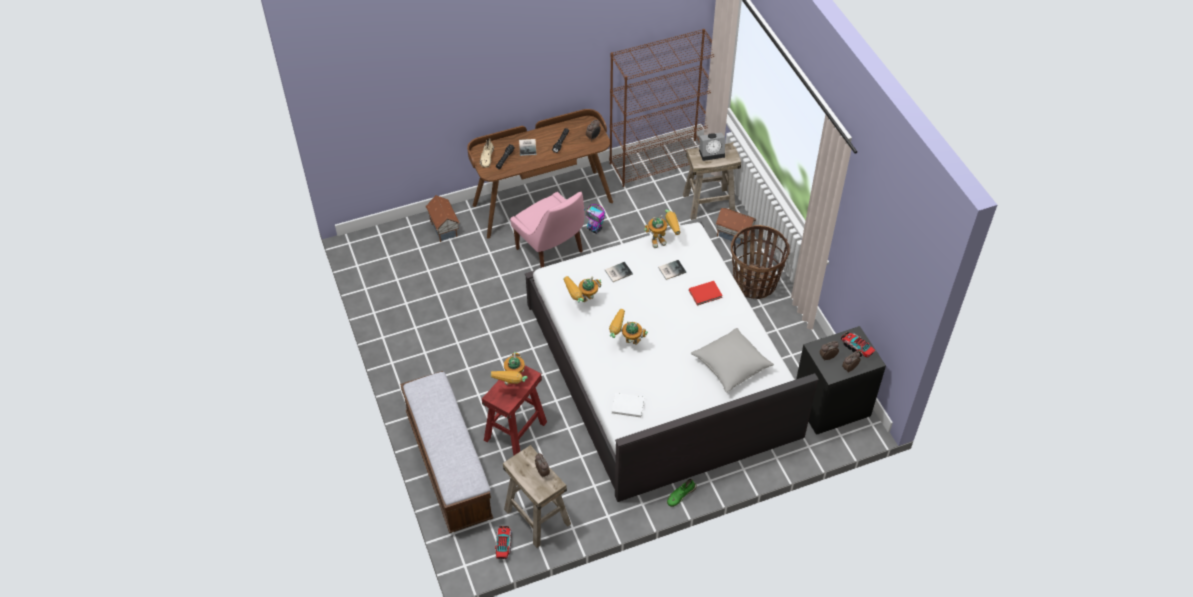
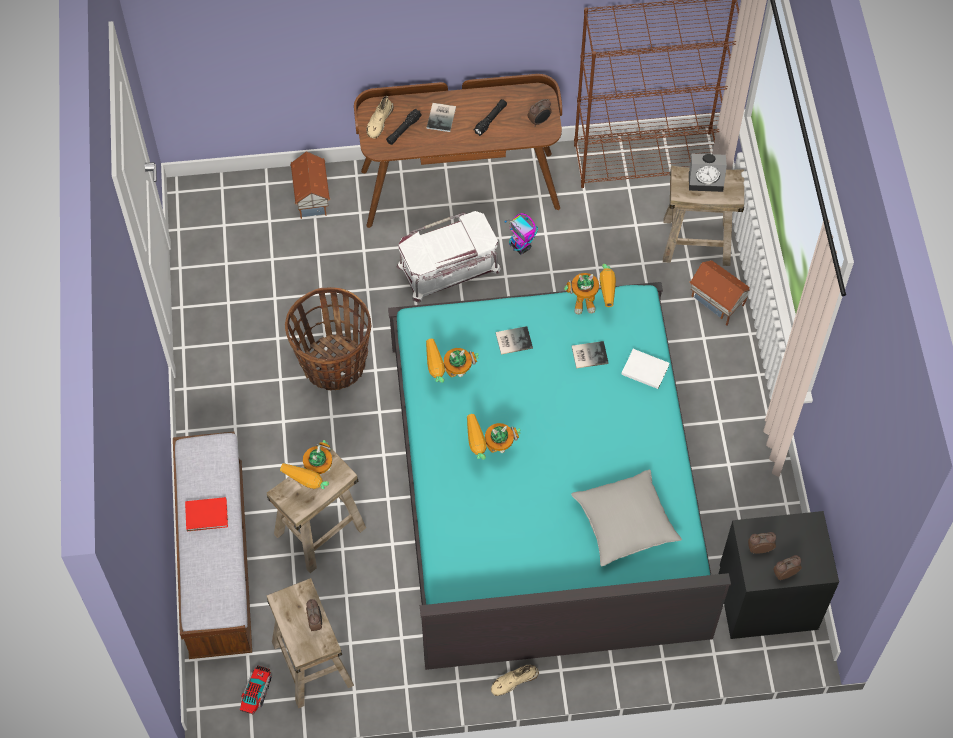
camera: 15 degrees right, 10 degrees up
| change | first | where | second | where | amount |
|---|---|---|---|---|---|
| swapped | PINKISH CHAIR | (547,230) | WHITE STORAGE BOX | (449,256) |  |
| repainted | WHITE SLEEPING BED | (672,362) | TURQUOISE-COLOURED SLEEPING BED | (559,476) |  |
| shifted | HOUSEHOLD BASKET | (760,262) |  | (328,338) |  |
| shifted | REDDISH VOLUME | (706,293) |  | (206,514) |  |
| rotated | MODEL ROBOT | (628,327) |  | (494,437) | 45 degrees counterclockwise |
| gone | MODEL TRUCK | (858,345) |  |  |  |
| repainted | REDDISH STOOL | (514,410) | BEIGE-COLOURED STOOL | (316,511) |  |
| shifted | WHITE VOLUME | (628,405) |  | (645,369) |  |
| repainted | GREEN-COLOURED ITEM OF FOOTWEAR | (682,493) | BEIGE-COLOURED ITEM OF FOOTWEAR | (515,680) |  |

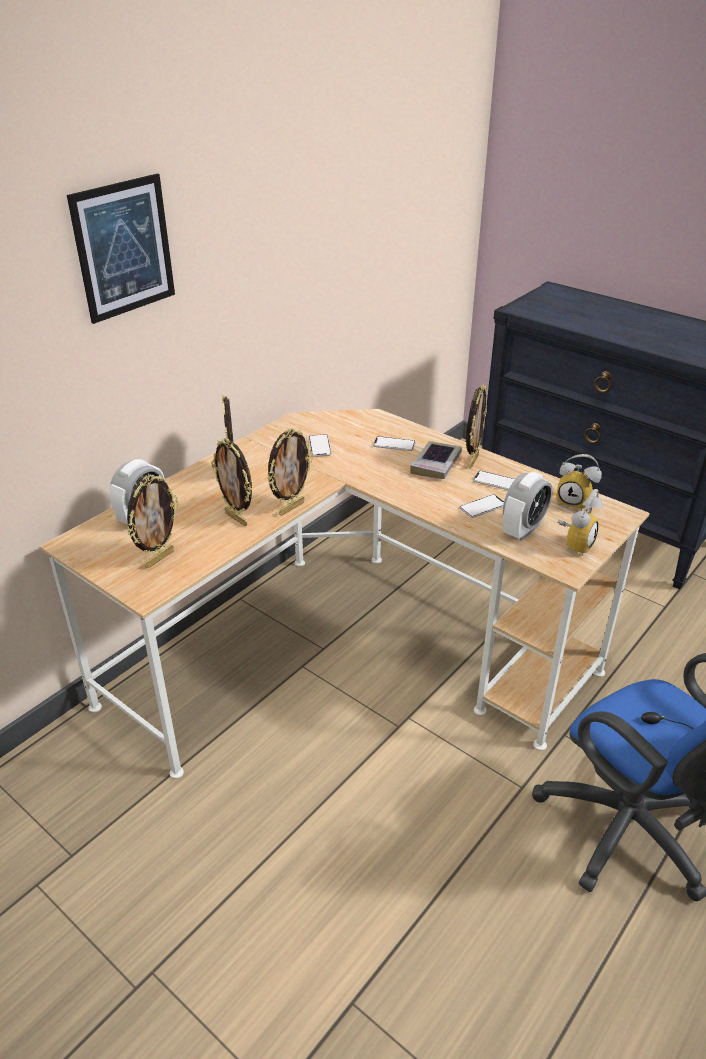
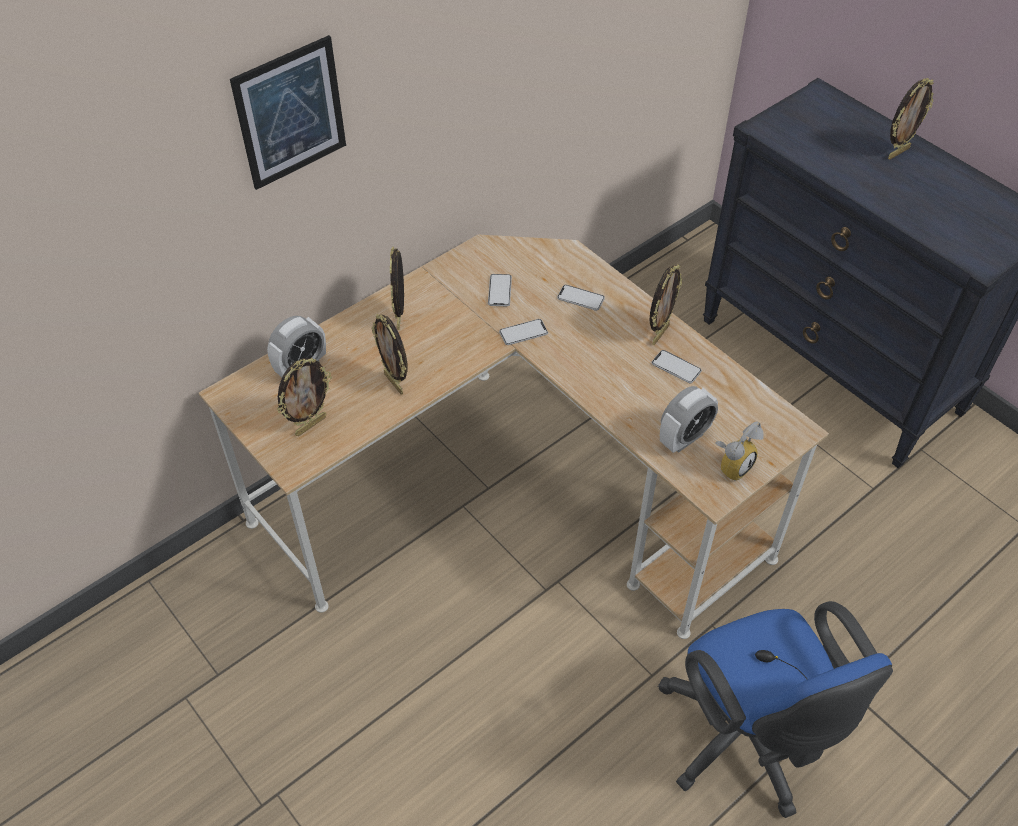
camera: 10 degrees right, 15 degrees up
| change | first | where | second | where | amount |
|---|---|---|---|---|---|
| shifted | STANDING FRAME | (290,472) |  | (911,119) |  |
| gone | VOLUME | (436,460) |  |  |  |
| gone | ALARM CLOCK | (579,482) |  |  |  |
| shifted | PHONE | (481,506) |  | (523,332) |  |

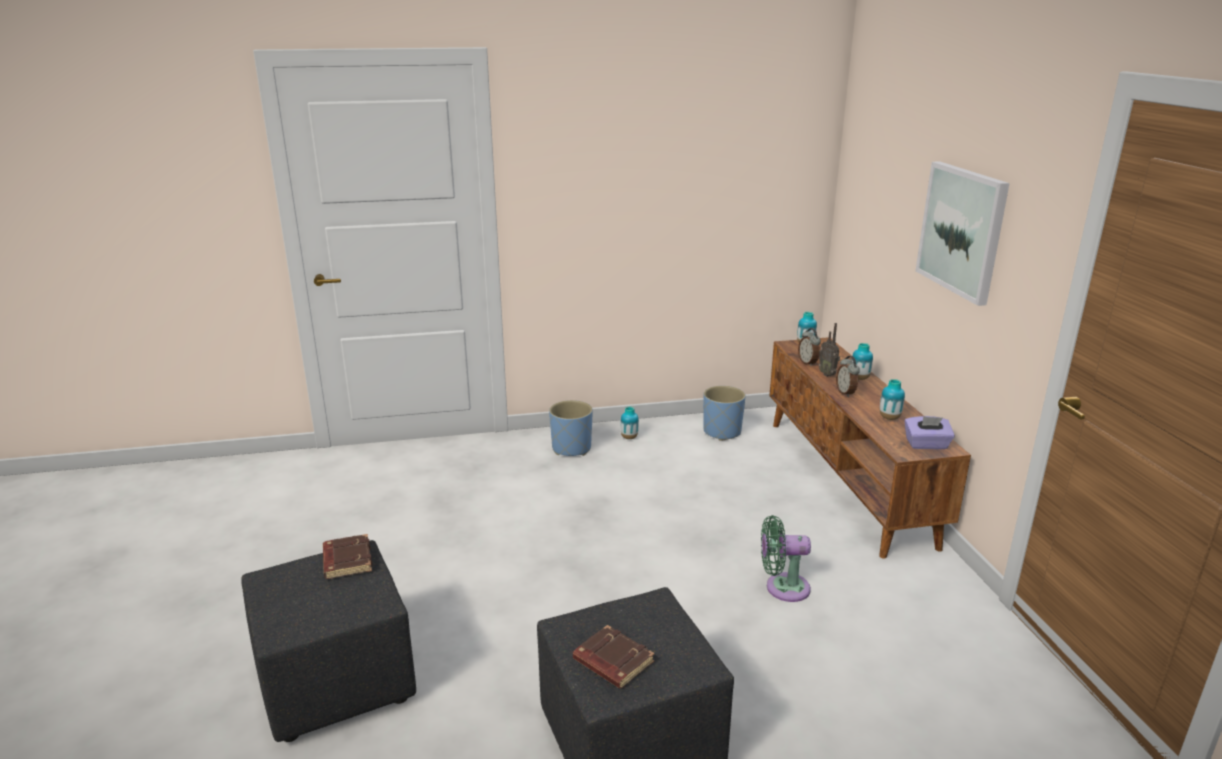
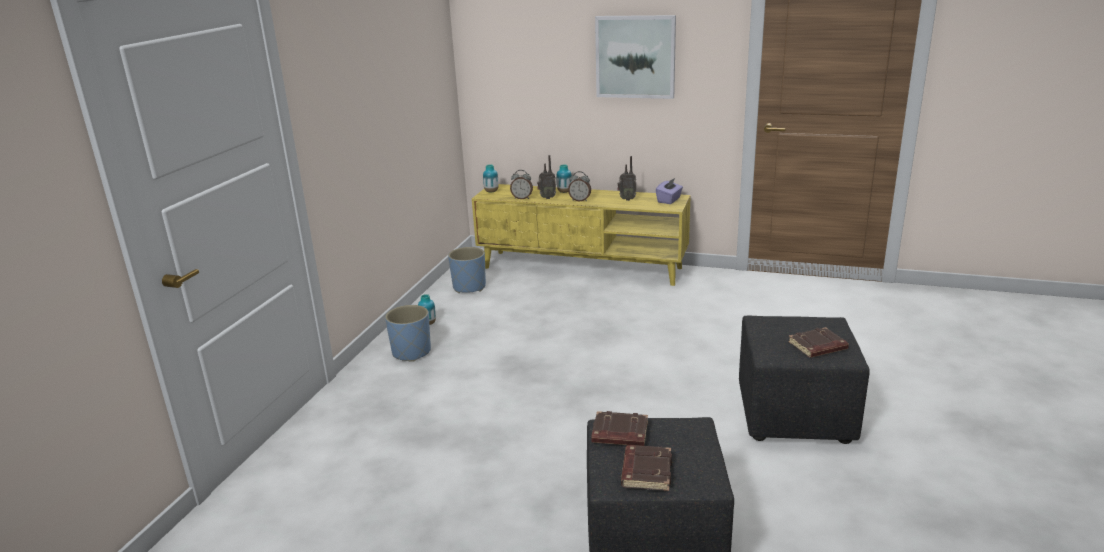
camera: 60 degrees left, 0 degrees up
| change | first | where | second | where | amount |
|---|---|---|---|---|---|
| repainted | BROWN TV UNIT | (870,448) | YELLOW TV UNIT | (581,235) |  |
| swapped | DECORATIVE VASE | (892,399) | RADIO | (626,178) |  |
| gone | GREEN-COLOURED FAN | (786,558) |  |  |  |
| new |  |  | BROWN VOLUME | (646,468) |  |

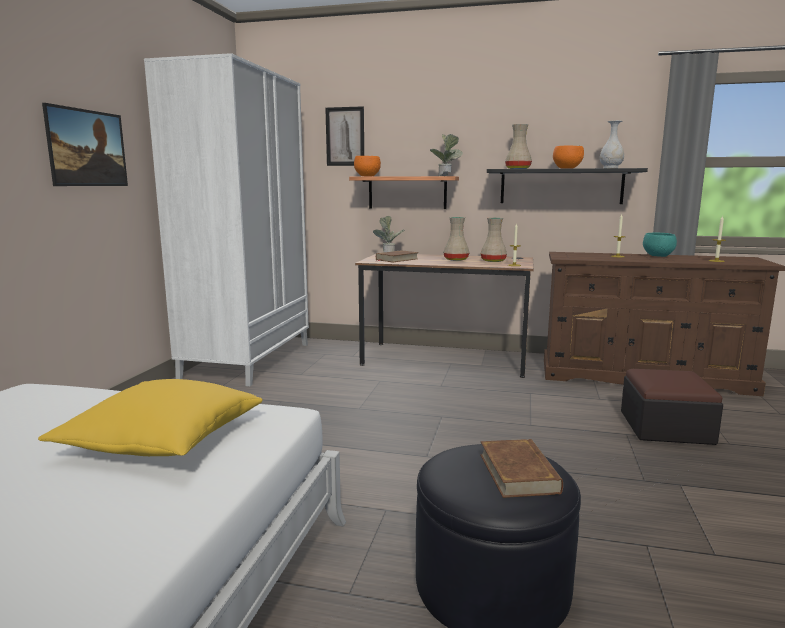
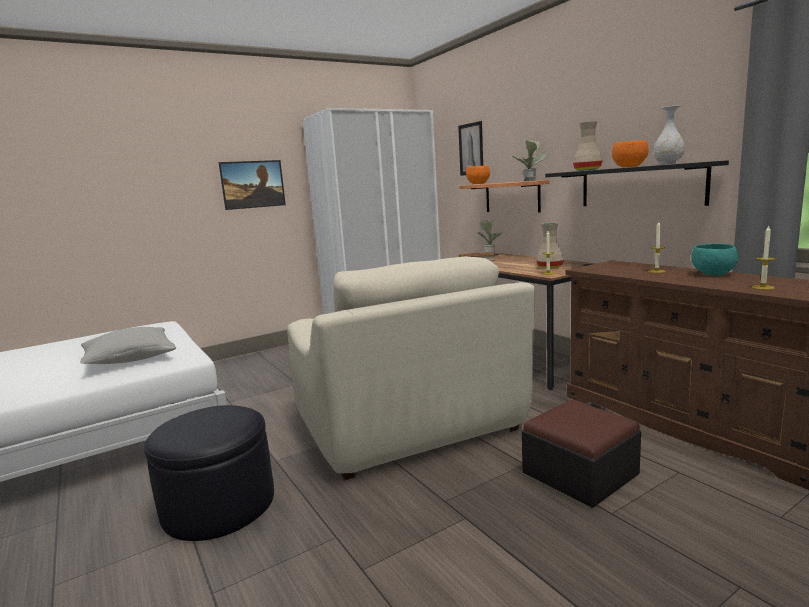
camera: 45 degrees right, 0 degrees up
| change | first | where | second | where | amount |
|---|---|---|---|---|---|
| gone | BEIGE-COLOURED DECORATIVE VASE | (456,239) |  |  |  |
| repainted | YELLOW CUSHION | (150,417) | GREYISH CUSHION | (128,345) |  |
| gone | BROWN VOLUME | (521,468) |  |  |  |
| new |  |  | BEIGE-COLOURED EASY CHAIR | (411,368) |  |

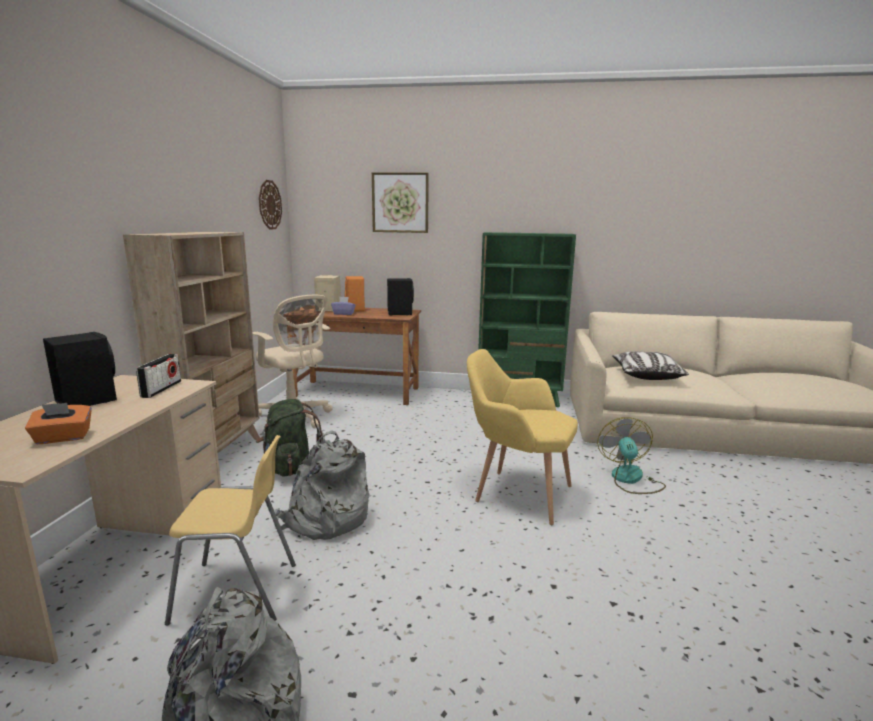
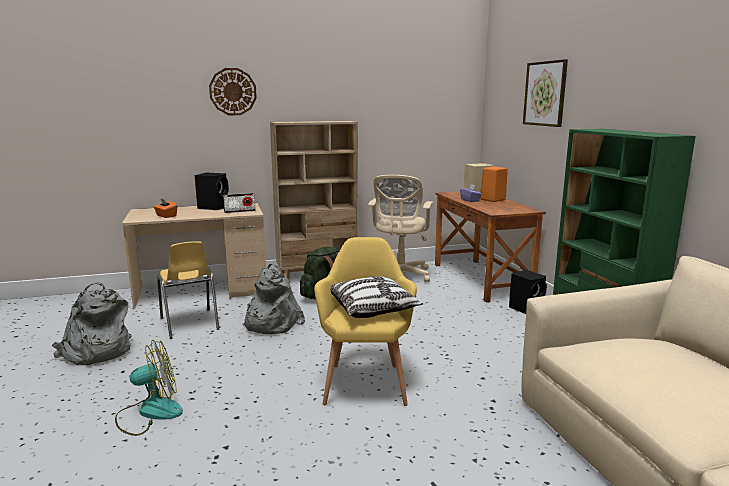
camera: 65 degrees right, 0 degrees up
| change | first | where | second | where | amount |
|---|---|---|---|---|---|
| shifted | WALL CLOCK | (270,204) |  | (233,91) |  |
| shifted | BLACK-COLOURED LOUDSPEAKER | (400,296) |  | (528,292) |  |
| shifted | CUSHION | (650,365) |  | (376,297) |  |
| shifted | FAN | (631,455) |  | (149,388) |  |

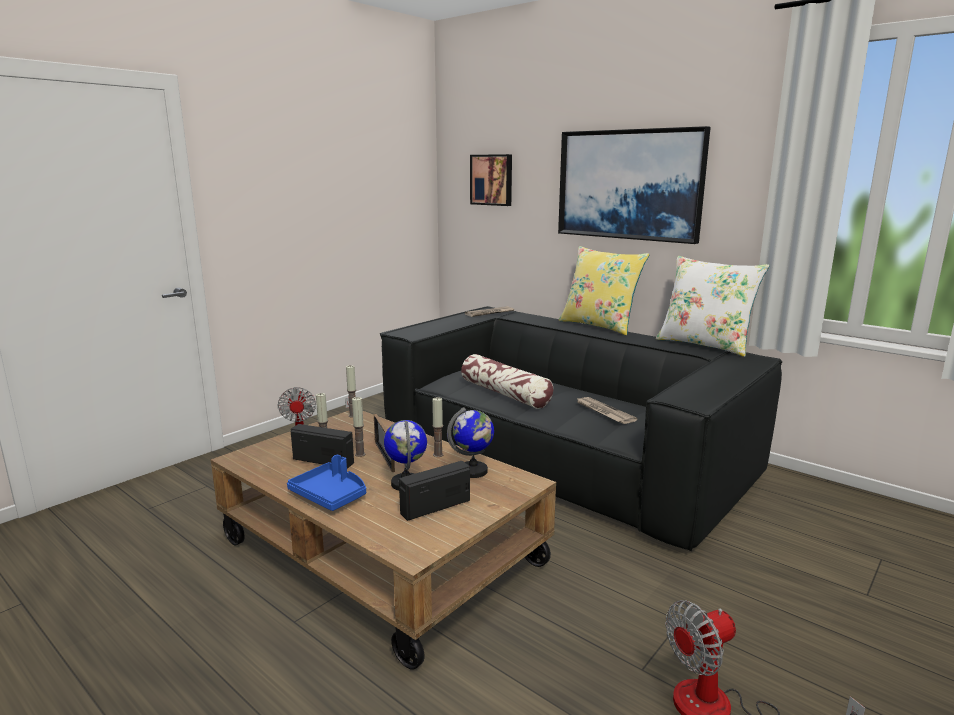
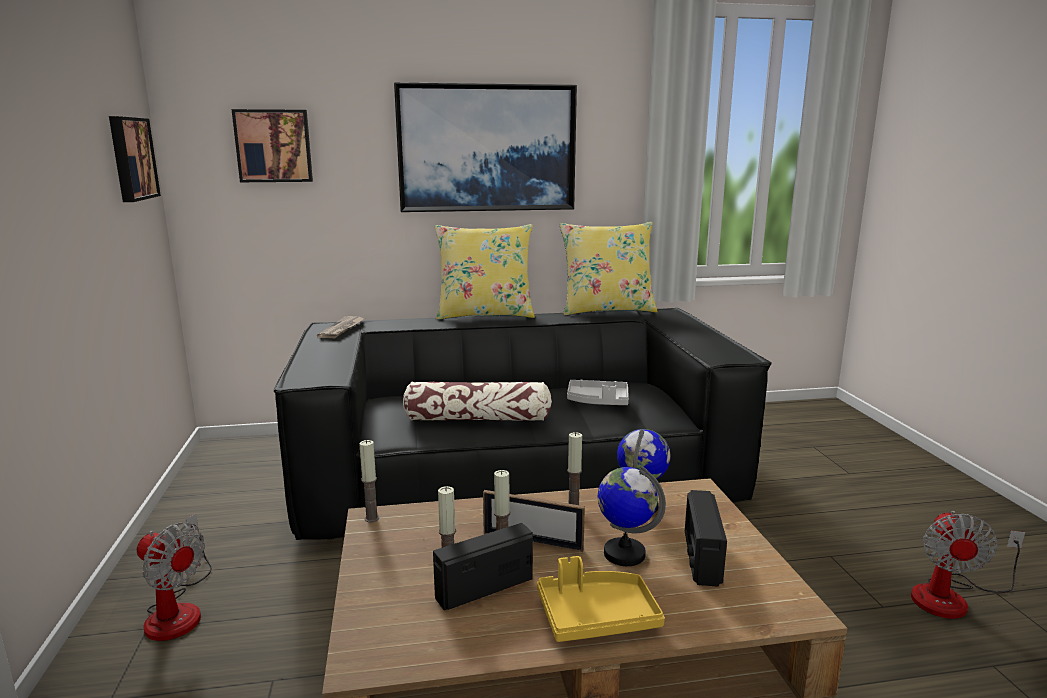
camera: 50 degrees left, 0 degrees up
| change | first | where | second | where | amount |
|---|---|---|---|---|---|
| repainted | WHITE CUSHION | (713,306) | YELLOW CUSHION | (609,268) |  |
| swapped | PRINTED PAPER | (607,410) | GREYISH SERVING TRAY | (598,392) |  |
| repainted | BLUE-COLOURED SERVING TRAY | (326,483) | YELLOW SERVING TRAY | (601,599) |  |
| new |  |  | WALL ART | (135,159) |  |

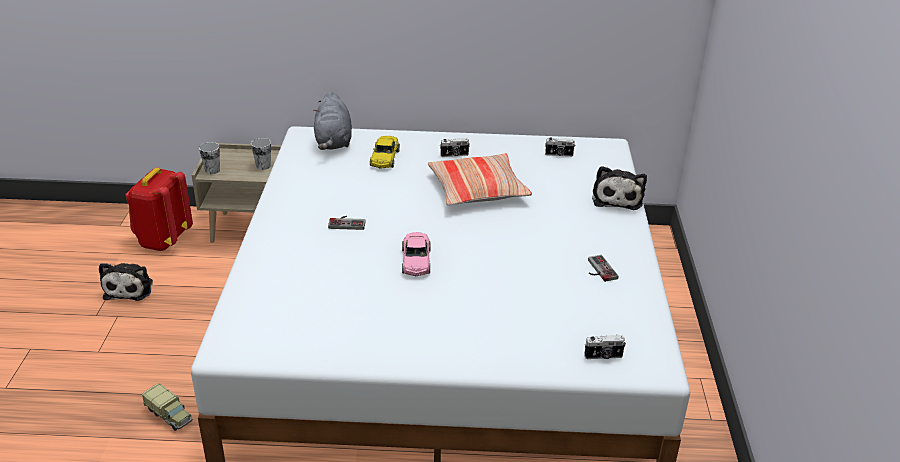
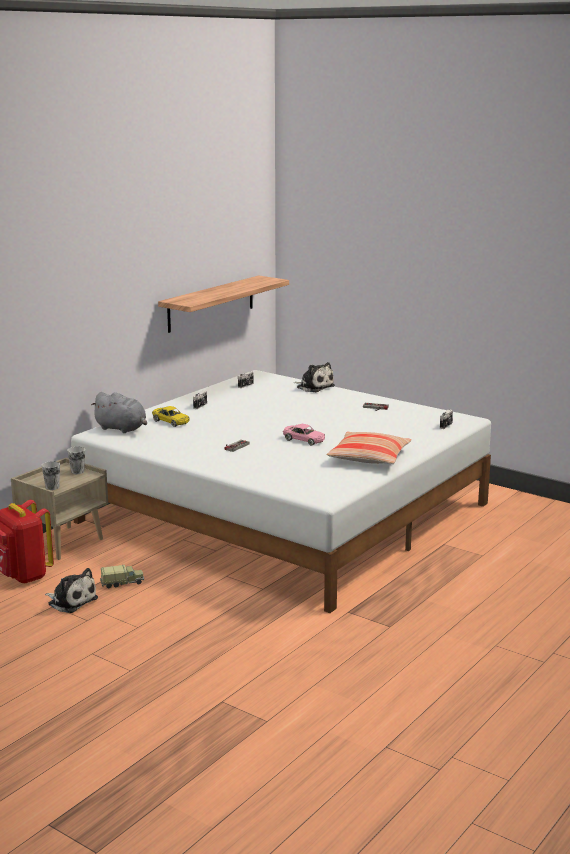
camera: 55 degrees left, 15 degrees down
| change | first | where | second | where | amount |
|---|---|---|---|---|---|
| shifted | CUSHION | (480,179) |  | (368,448) |  |
| shifted | MODEL TRUCK | (167,407) |  | (122,576) |  |
| new |  |  | WALL SHELF | (223,304) |  |

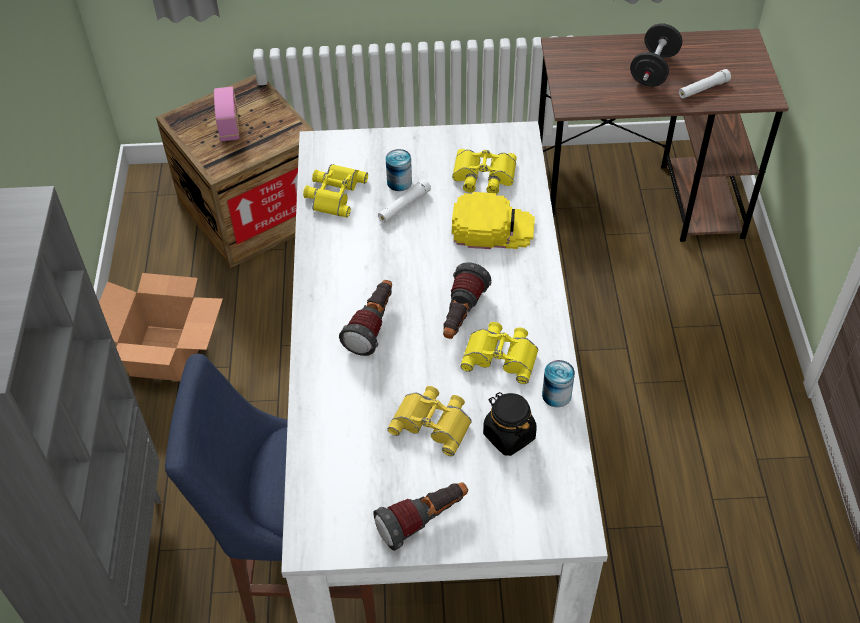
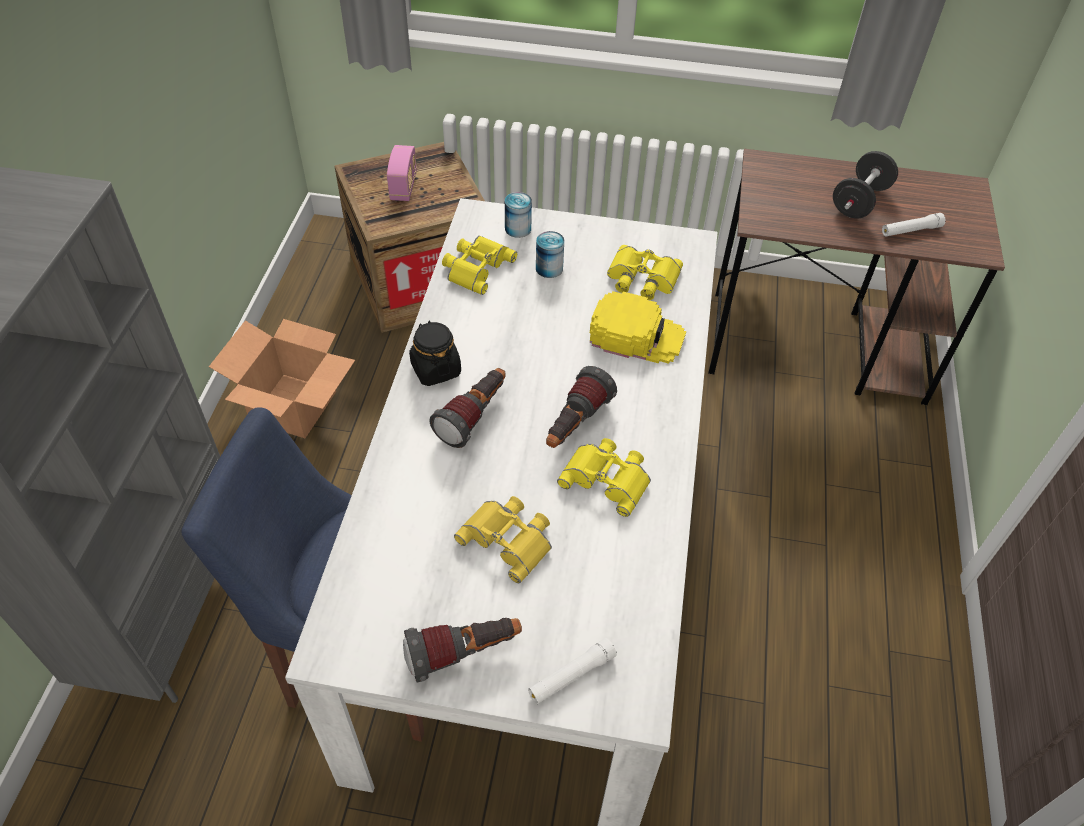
camera: 10 degrees right, 0 degrees up
| change | first | where | second | where | amount |
|---|---|---|---|---|---|
| shifted | WHITE TORCH | (404,201) |  | (572,671) |  |
| shifted | METAL CAN | (558,383) |  | (518,215) |  |
| shifted | BLACK-COLOURED PRESERVE JAR | (510,424) |  | (435,353) |  |

